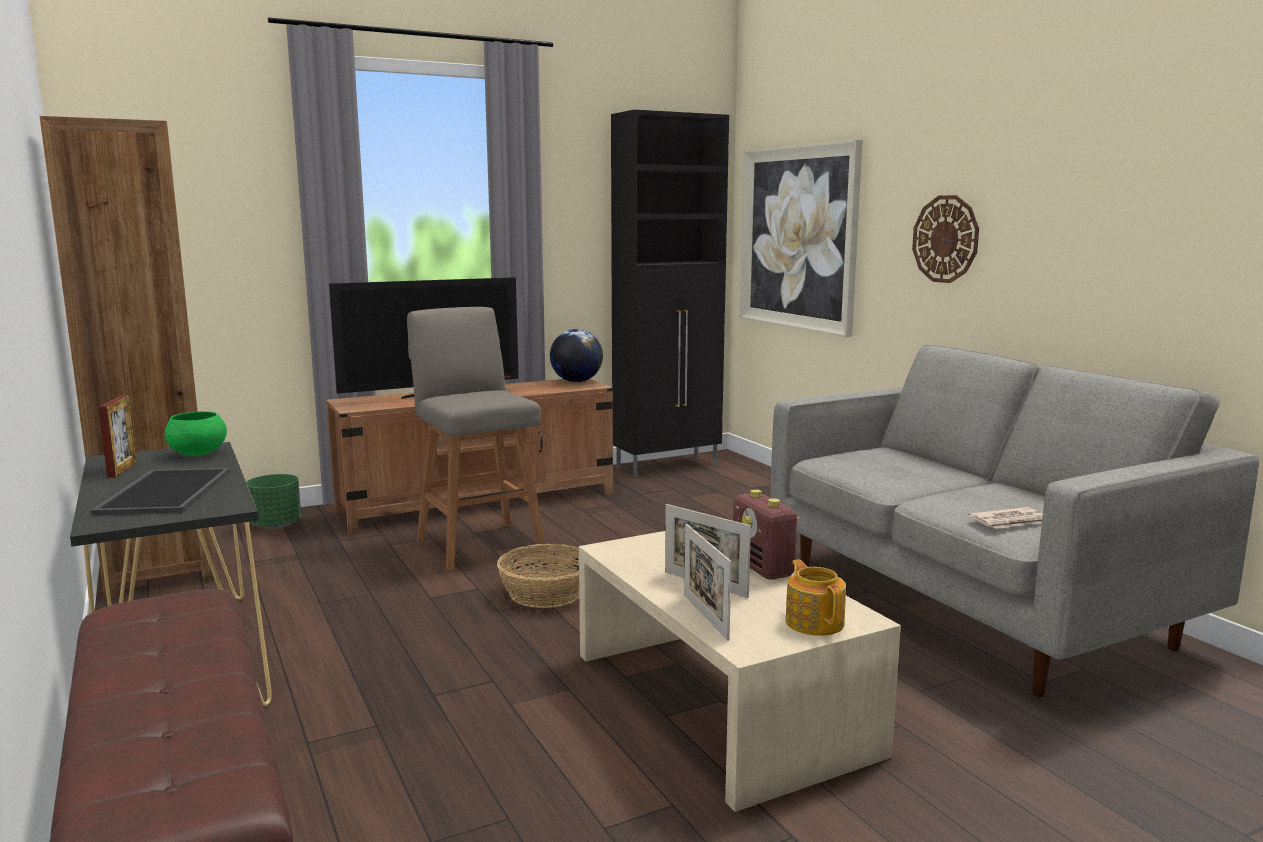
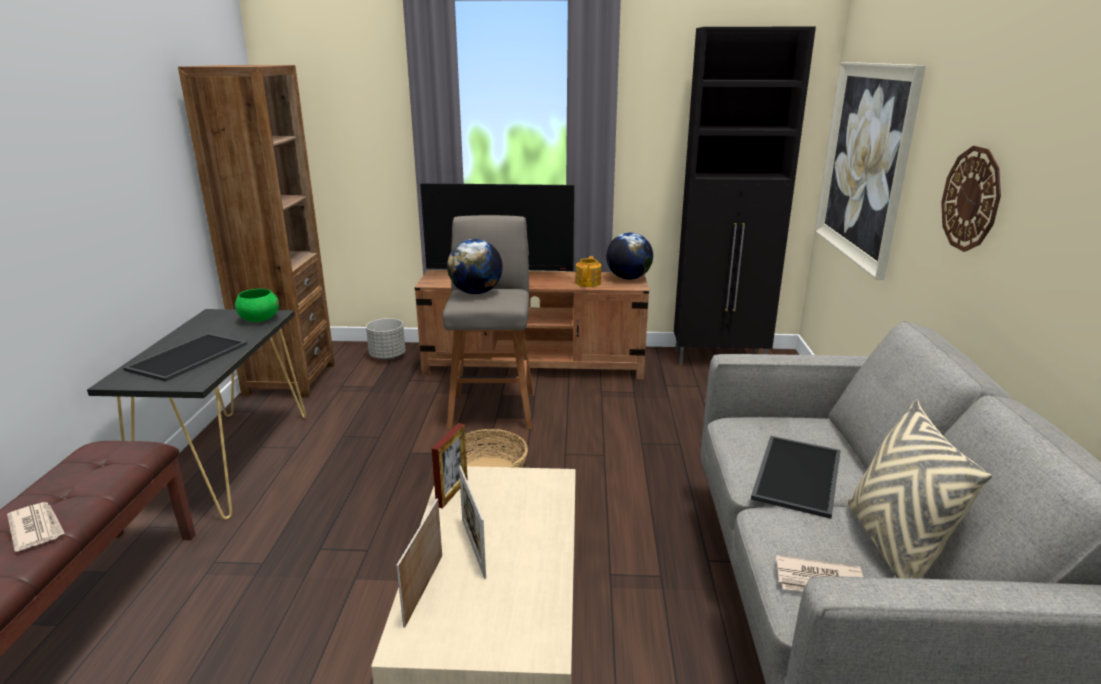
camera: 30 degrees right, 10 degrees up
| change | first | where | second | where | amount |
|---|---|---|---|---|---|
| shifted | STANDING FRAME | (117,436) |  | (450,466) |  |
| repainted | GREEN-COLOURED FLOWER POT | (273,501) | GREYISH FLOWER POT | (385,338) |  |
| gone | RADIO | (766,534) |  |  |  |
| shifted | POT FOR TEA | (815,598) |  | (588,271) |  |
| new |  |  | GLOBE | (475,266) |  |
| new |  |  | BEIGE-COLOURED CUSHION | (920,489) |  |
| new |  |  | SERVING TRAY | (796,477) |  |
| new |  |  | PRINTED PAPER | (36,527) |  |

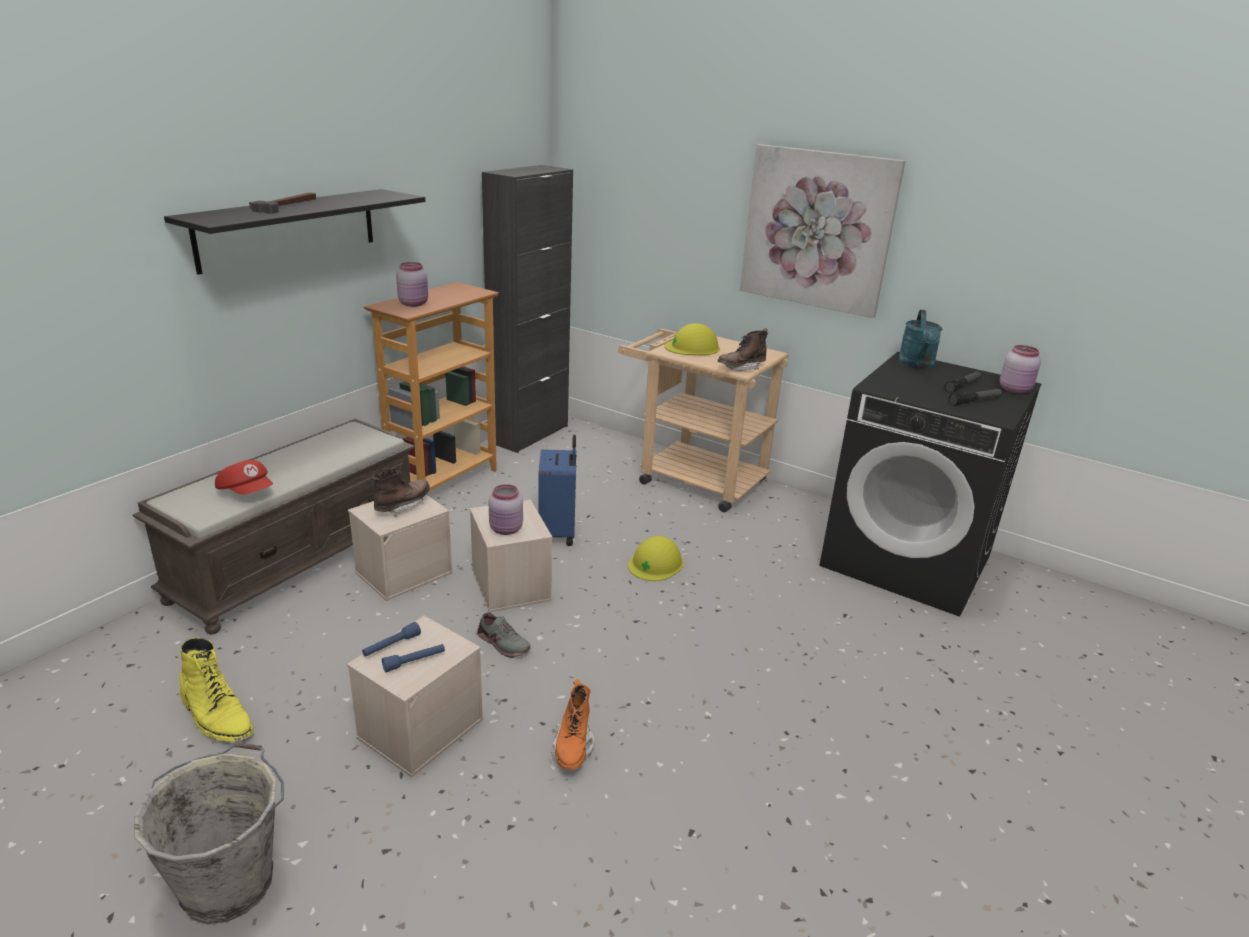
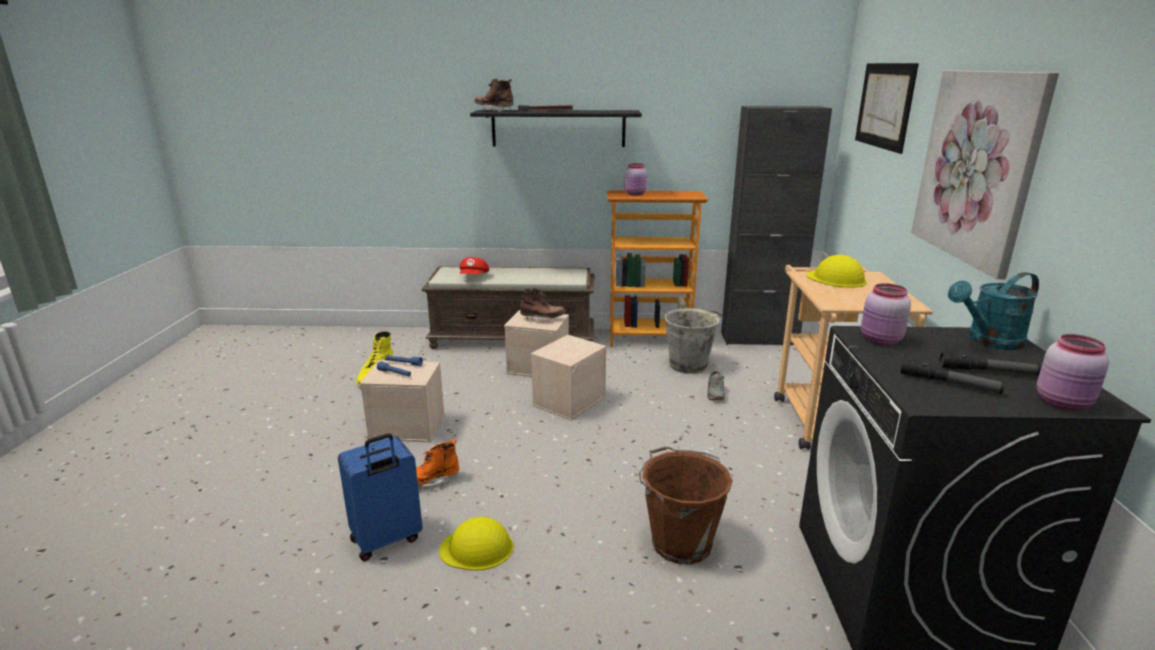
camera: 60 degrees right, 5 degrees down
| change | first | where | second | where | amount |
|---|---|---|---|---|---|
| shifted | BROWN TALL BOOT | (743,349) |  | (494,95) |  |
| shifted | BLUE-COLOURED TRAVEL CASE | (557,490) |  | (380,497) |  |
| shifted | PINKISH PRESERVE JAR | (506,509) |  | (886,314) |  |
| shifted | YELLOW SAFETY HELMET | (656,558) |  | (476,544) |  |
| shifted | GREYISH ITEM OF FOOTWEAR | (504,635) |  | (716,385) |  |
| shifted | GREYISH WATER BUCKET | (209,833) |  | (693,340) |  |
| new |  |  | WALL ART | (887,108) |  |
| new |  |  | BROWN WATER BUCKET | (686,505) |  |

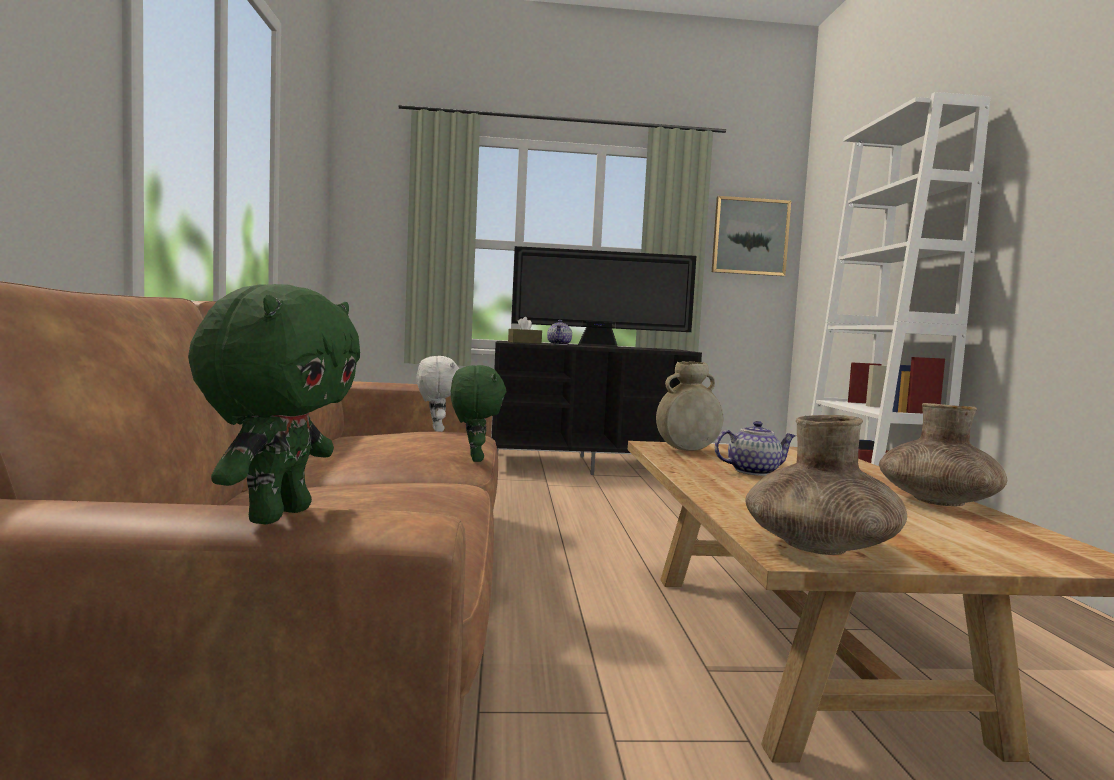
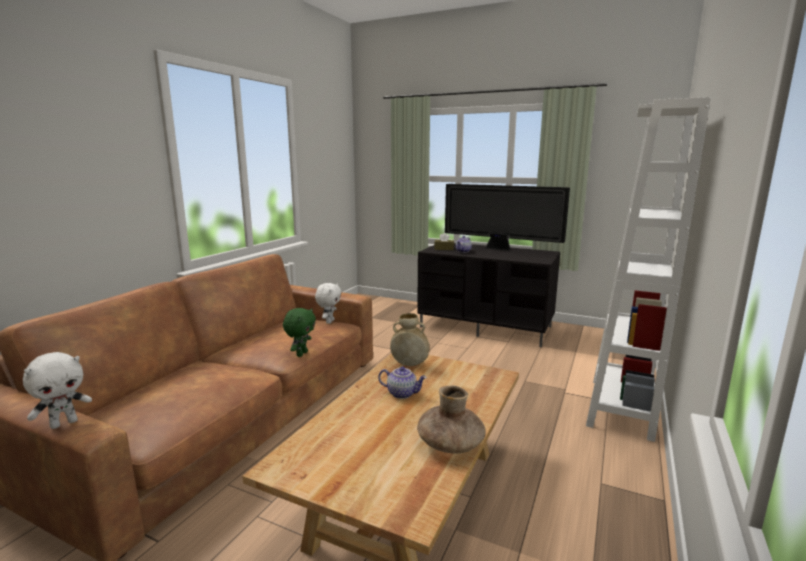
camera: 30 degrees right, 10 degrees up
| change | first | where | second | where | amount |
|---|---|---|---|---|---|
| gone | WALL ART | (751,236) |  |  |  |
| repainted | GREEN-COLOURED SOFT TOY | (274,404) | WHITE SOFT TOY | (57,390) |  |
| gone | BROWN DECORATIVE VASE | (826,485) |  |  |  |

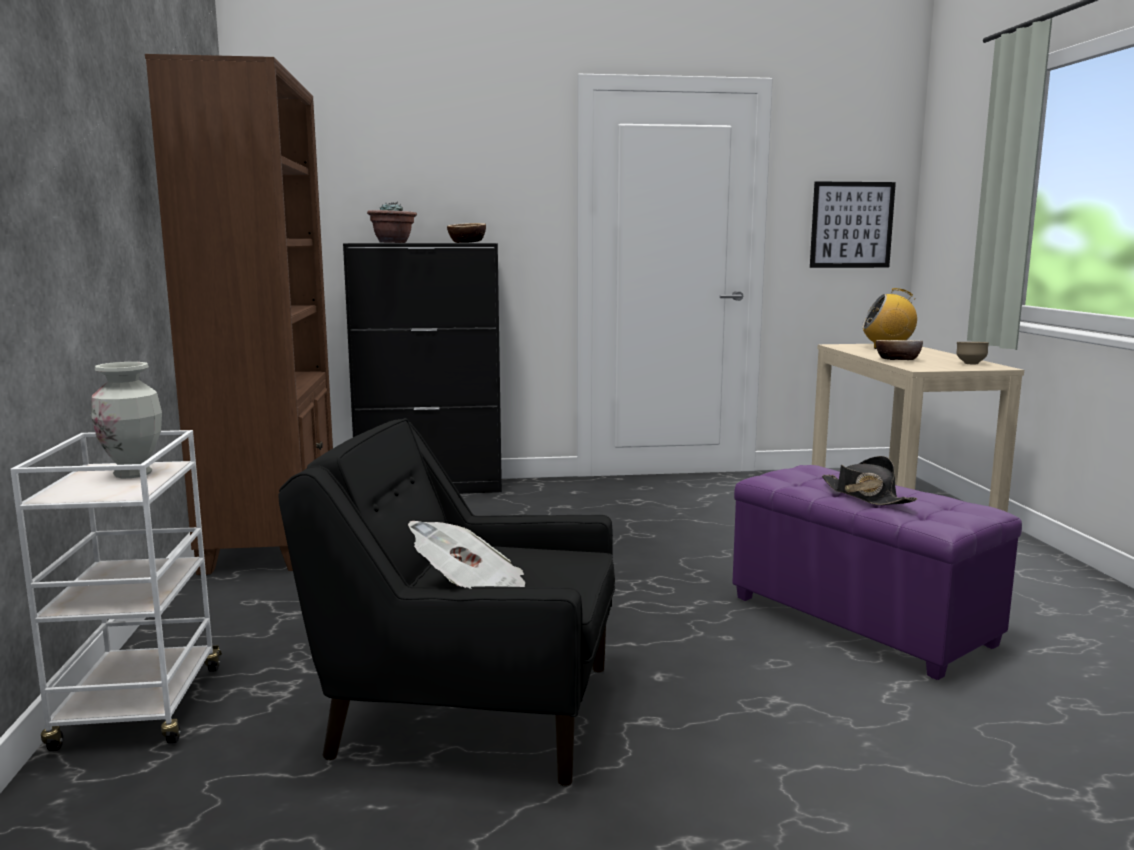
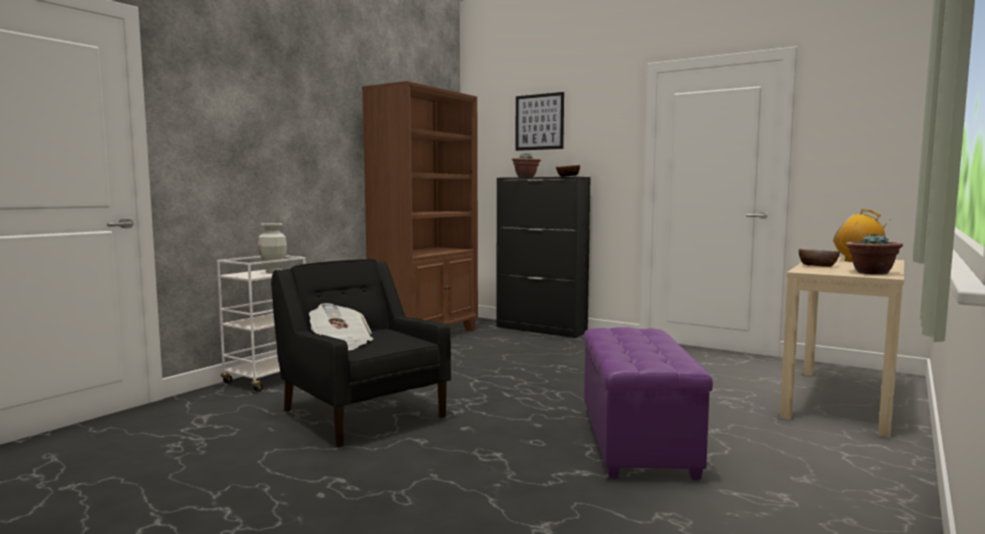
camera: 40 degrees right, 5 degrees down
| change | first | where | second | where | amount |
|---|---|---|---|---|---|
| shifted | WALL ART | (853,224) |  | (539,121) |  |
| swapped | BROWN SERVING BOWL | (973,353) | HOUSEPLANT | (874,254) |  |
| gone | BLACK-COLOURED HAT | (869,480) |  |  |  |

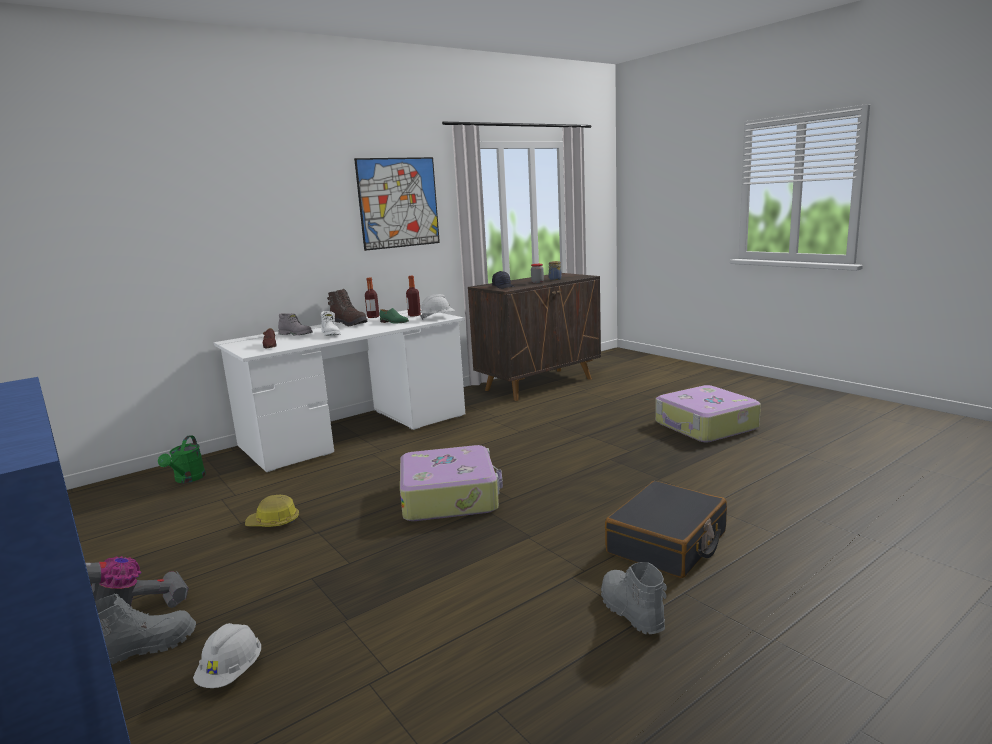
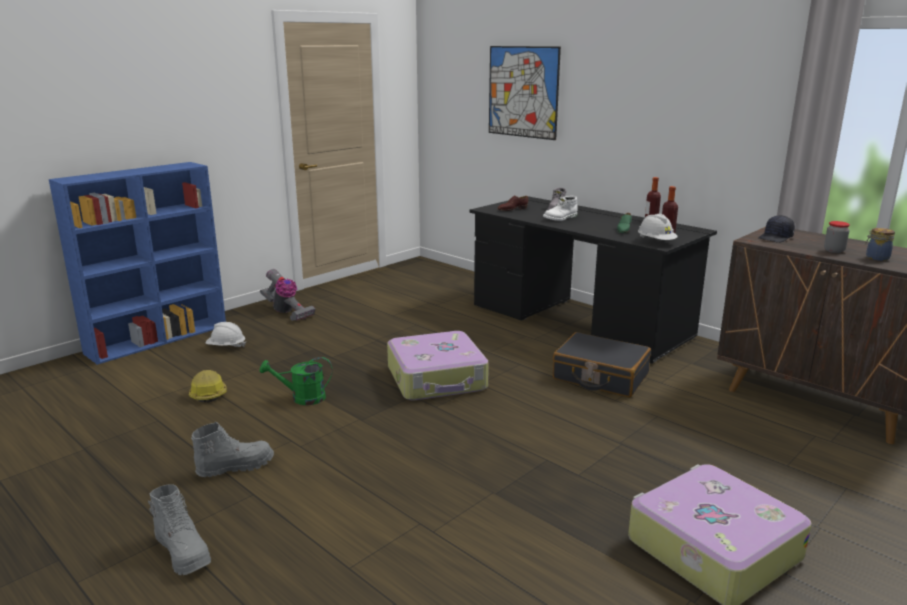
camera: 80 degrees right, 5 degrees up
| change | first | where | second | where | amount |
|---|---|---|---|---|---|
| shifted | WALL ART | (397,204) |  | (525,93) |  |
| gone | BROWN TALL BOOT | (347,307) |  |  |  |
| repainted | WHITE DESK | (339,390) | BLACK-COLOURED DESK | (593,280) |  |
| shifted | GREEN-COLOURED WATERING CAN | (182,459) |  | (295,381) |  |
| shifted | BLACK-COLOURED TRAVEL CASE | (666,529) |  | (602,365) |  |
| shifted | SAFETY HELMET | (272,511) |  | (208,386) |  |
| shifted | GREYISH TALL BOOT | (145,628) |  | (179,530) |  |

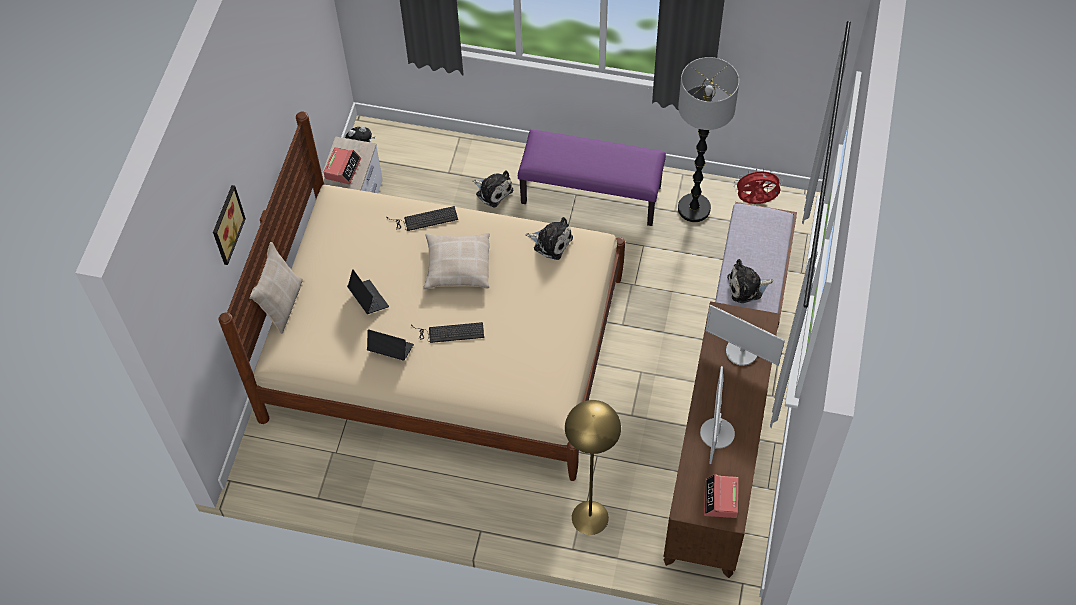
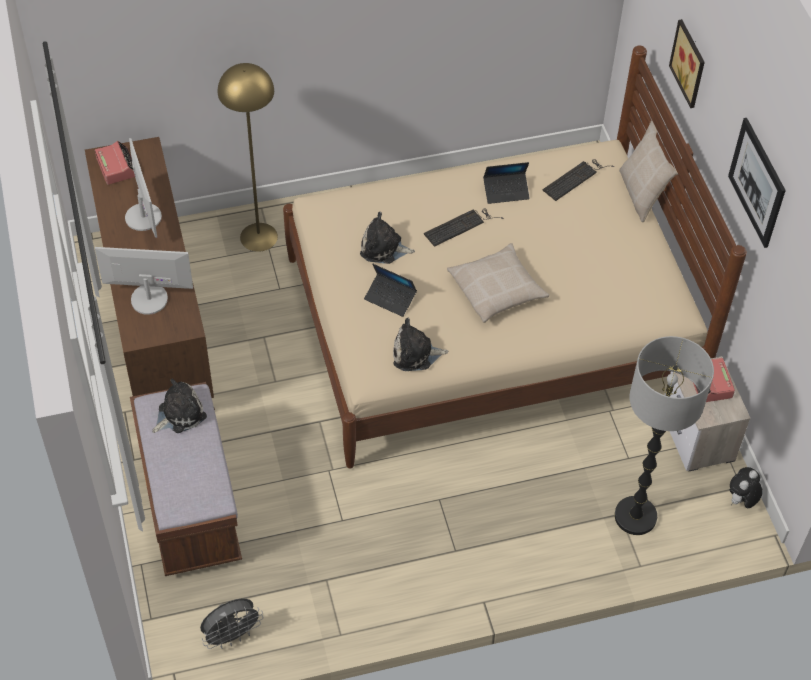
camera: 150 degrees right, 5 degrees down
| change | first | where | second | where | amount |
|---|---|---|---|---|---|
| shifted | STANDARD LAMP | (708,139) |  | (664,435) |  |
| gone | PURPLISH BENCH | (592,178) |  |  |  |
| repainted | REDDISH FAN | (758,186) | GREYISH FAN | (231,624) |  |
| shifted | SOFT TOY | (493,189) |  | (387,238) |  |
| shifted | KEYBOARD | (422,218) |  | (578,180) |  |
| shifted | NOTEBOOK COMPUTER | (368,291) |  | (390,290) |  |
| new |  |  | WALL ART | (757,183) |  |

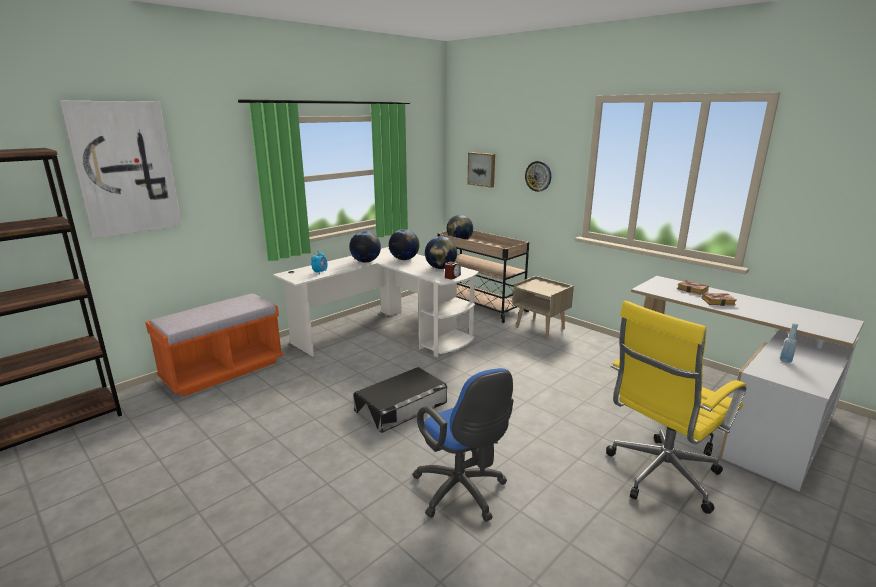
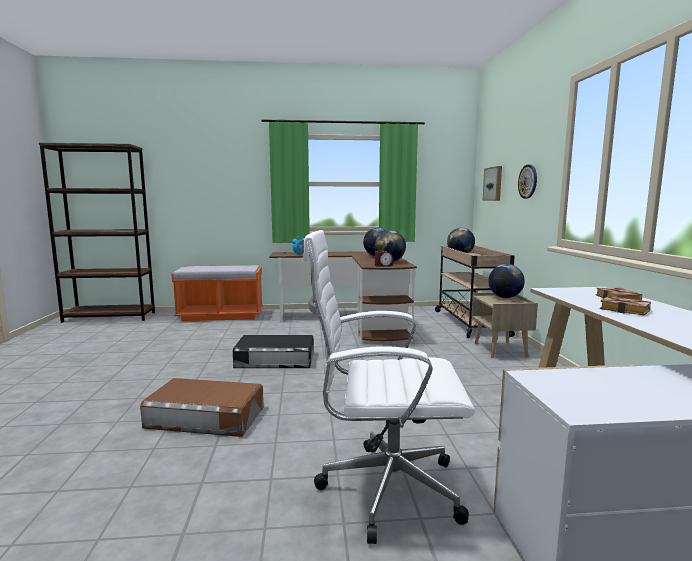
camera: 40 degrees right, 10 degrees down
| change | first | where | second | where | amount |
|---|---|---|---|---|---|
| gone | WALL ART | (121,169) |  |  |  |
| shifted | GLOBE | (365,247) |  | (506,281) |  |
| repainted | WHITE DESK | (376,302) | BROWN DESK | (343,297) |  |
| repainted | YELLOW COMPUTER CHAIR | (676,407) | WHITE COMPUTER CHAIR | (389,387) |  |
| gone | BLUE-COLOURED BEVERAGE BOTTLE | (789,343) |  |  |  |
| swapped | BLUE-COLOURED COMPUTER CHAIR | (462,445) | BROWN STORAGE BOX | (202,407) |  |

